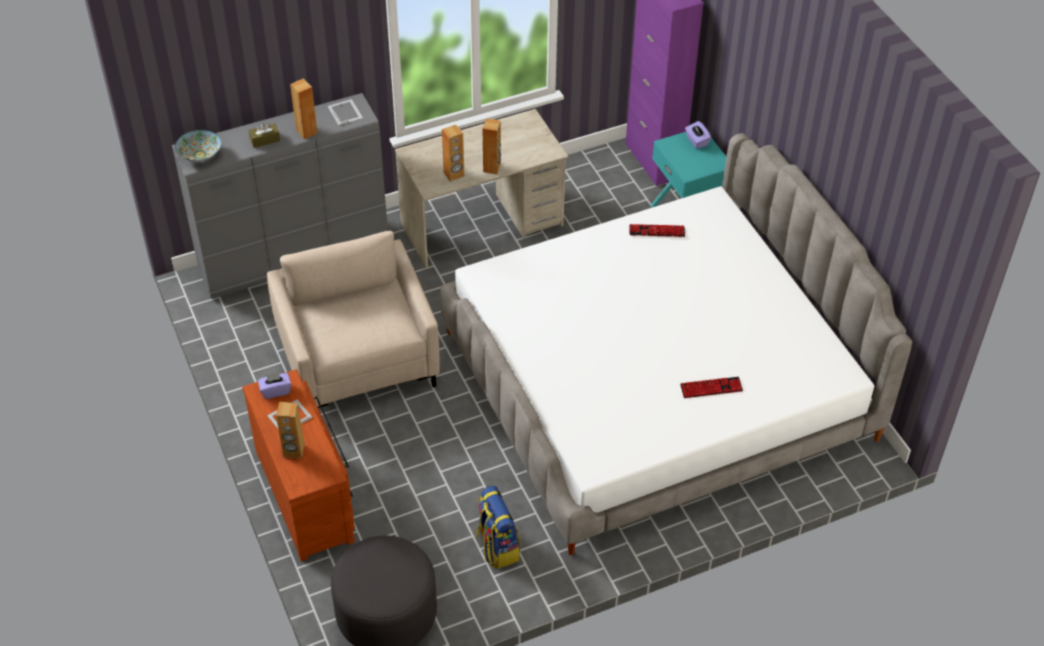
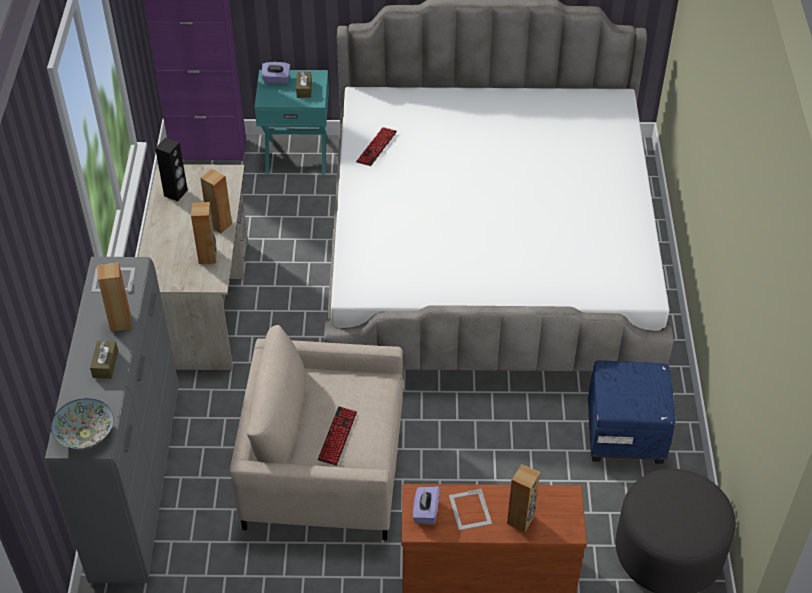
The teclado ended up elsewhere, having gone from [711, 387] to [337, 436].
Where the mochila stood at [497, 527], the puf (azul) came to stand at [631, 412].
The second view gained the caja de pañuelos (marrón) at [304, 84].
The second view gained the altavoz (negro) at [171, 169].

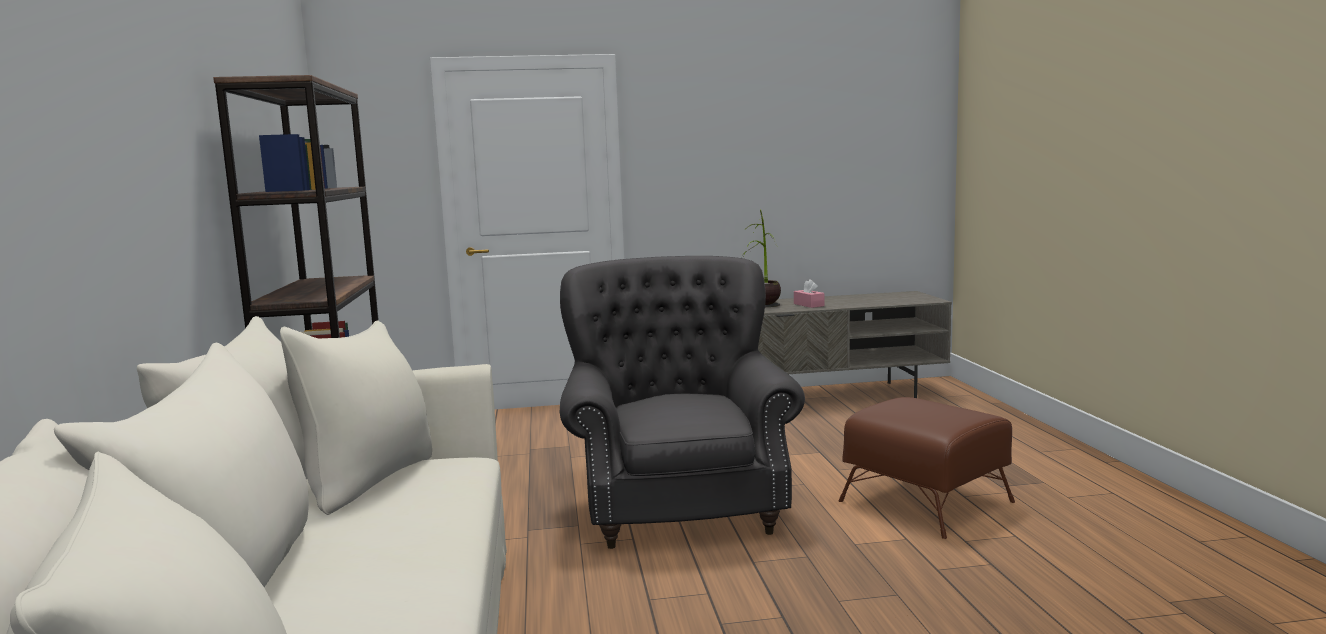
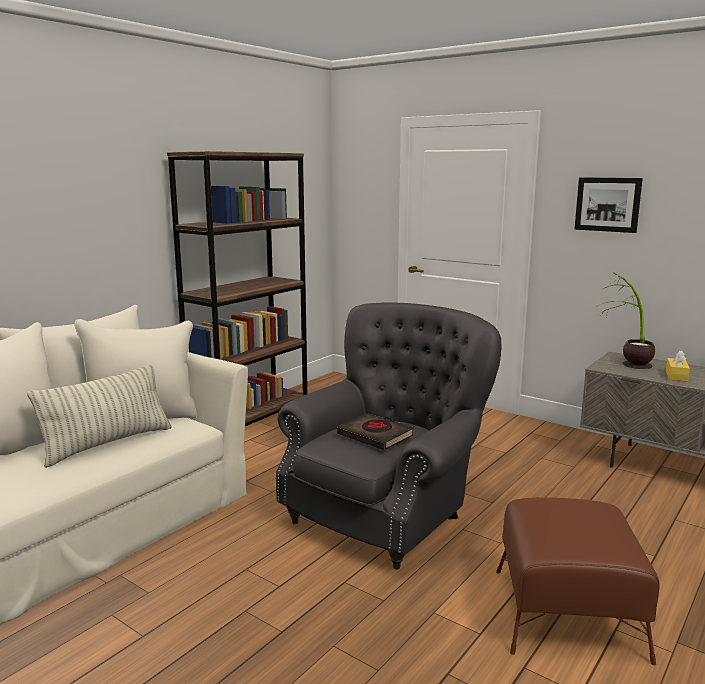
What was the caja de pañuelos (rosa) at [809, 293] turned into the caja de pañuelos (amarillo) at [678, 366].
The second view gained the cuadro at [608, 205].
The second view gained the cojín at [99, 416].
The second view gained the libro (negro) at [375, 431].

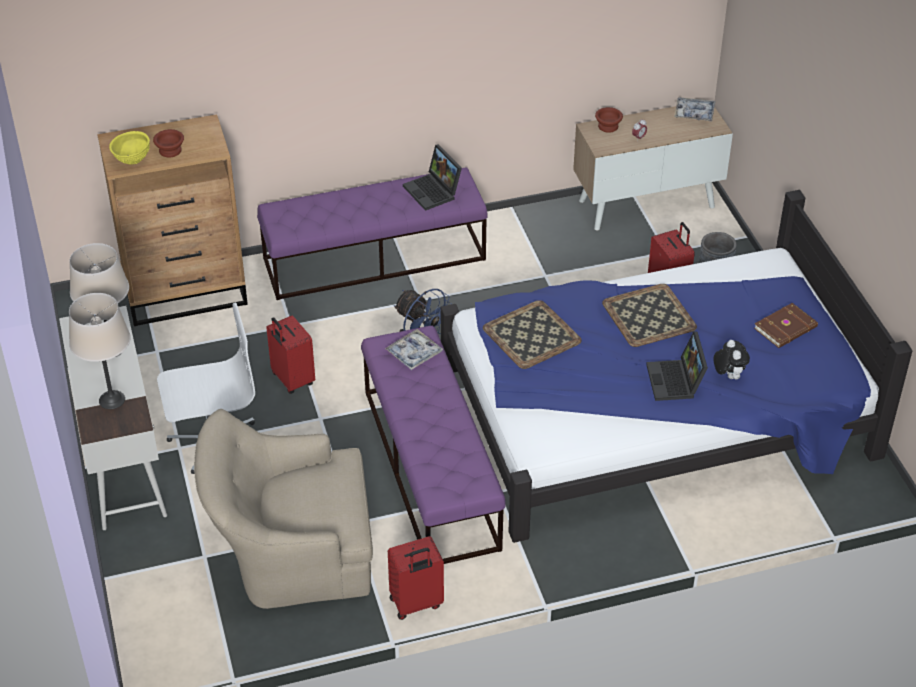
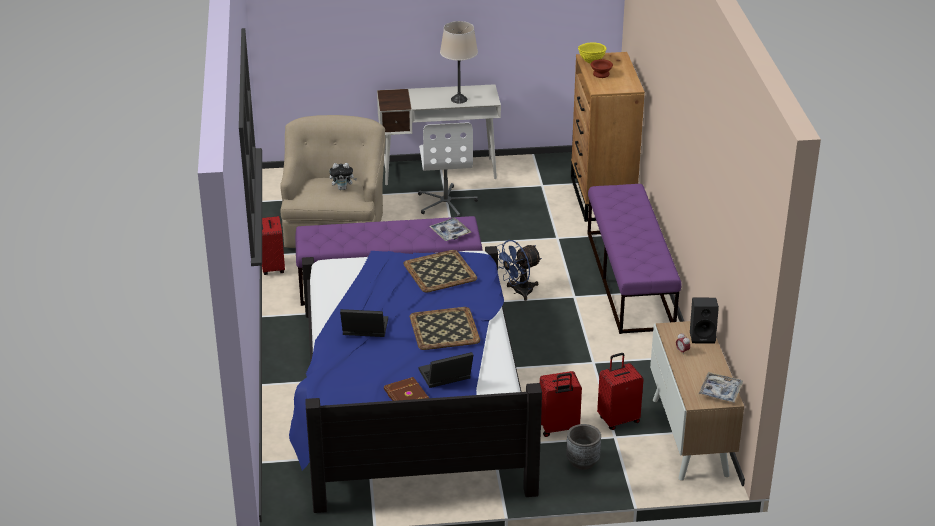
Where the cuenco (marrón) stood at [609, 120], the altavoz (negro) came to stand at [704, 321].
The portátil ended up elsewhere, having gone from [432, 177] to [445, 370].
The second view lost the lámpara de mesa (beis) at [100, 351].
The maleta (rojo) ended up elsewhere, having gone from [290, 354] to [620, 391].
The peluche ended up elsewhere, having gone from [732, 359] to [343, 176].

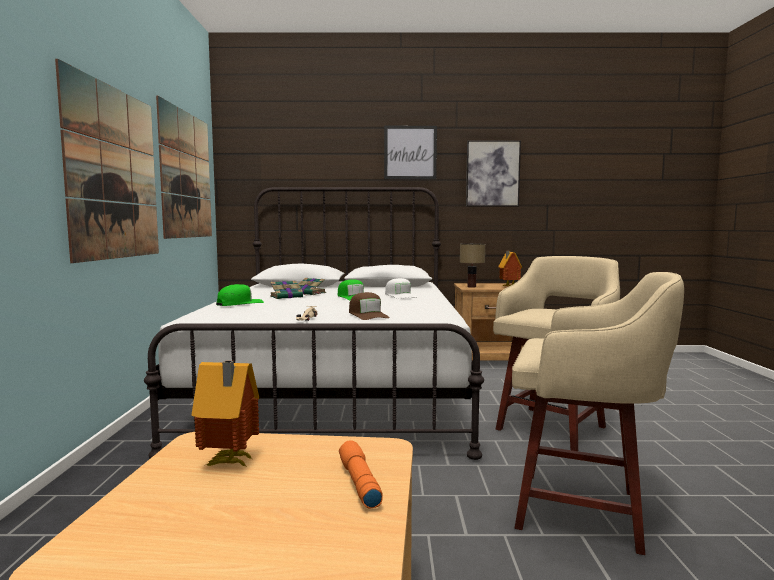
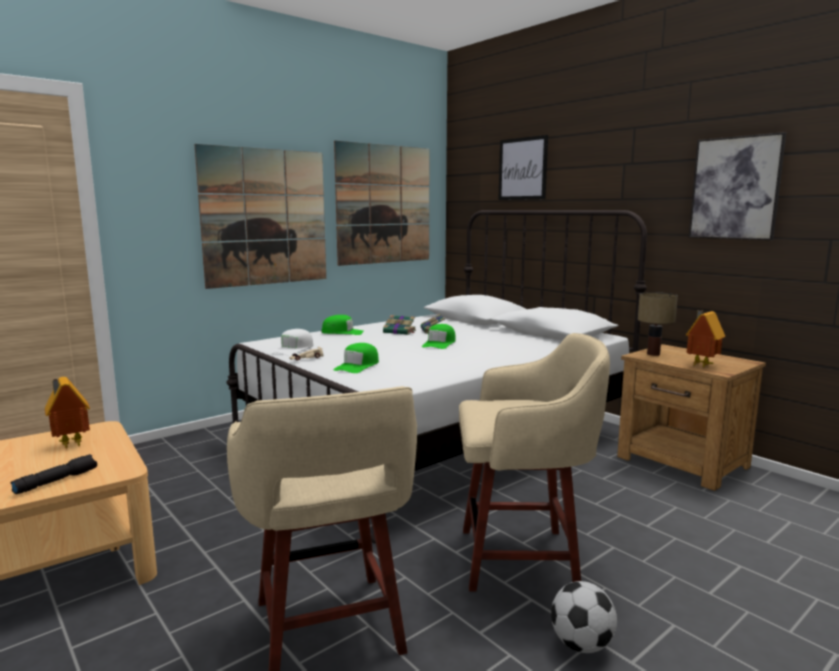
The cuadro ended up elsewhere, having gone from [410, 152] to [523, 167].
The gorra (blanco) ended up elsewhere, having gone from [401, 288] to [292, 342].
What was the gorra (marrón) at [369, 306] turned into the gorra (verde) at [356, 358].
What was the linterna (naranja) at [361, 474] turned into the linterna (negro) at [54, 474].
The second view gained the balón de fútbol at [584, 617].

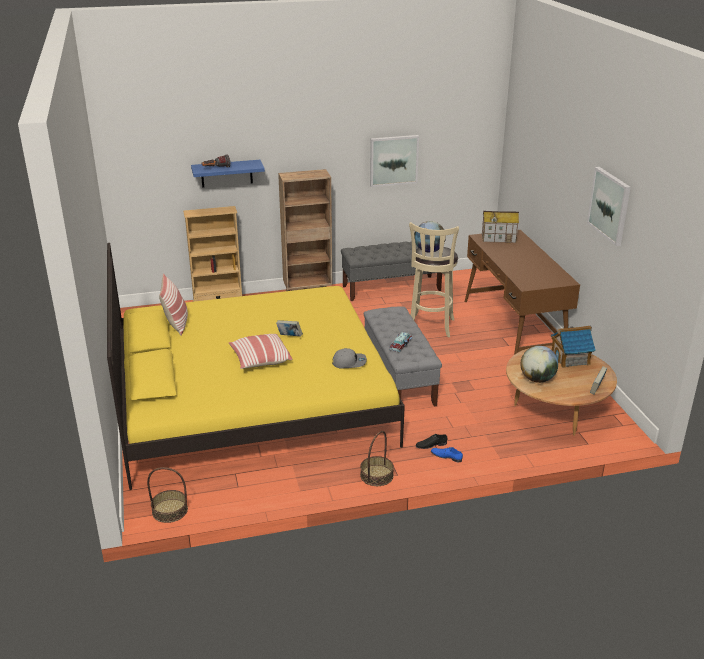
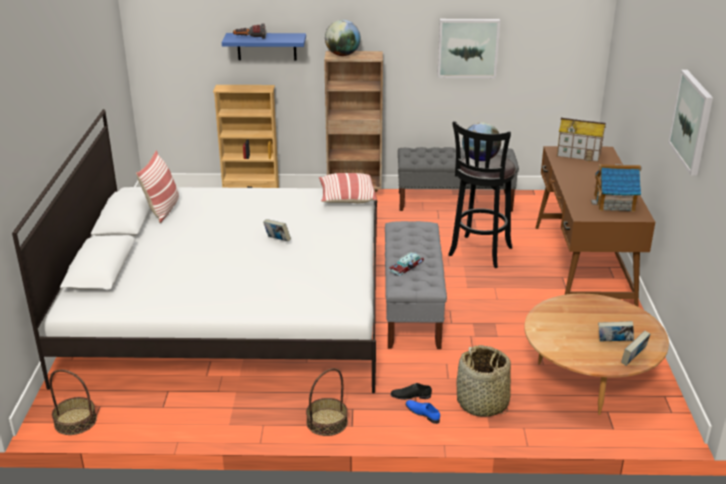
What was the taburete (beis) at [434, 279] turned into the taburete (negro) at [482, 194].
What was the cama (amarillo) at [256, 366] turned into the cama (blanco) at [194, 251].
The casita ended up elsewhere, having gone from [573, 347] to [616, 188].
The cojín ended up elsewhere, having gone from [261, 351] to [348, 188].
The globo terráqueo ended up elsewhere, having gone from [539, 364] to [342, 38].
The second view lost the gorra (gris) at [349, 358].
The second view gained the libro at [616, 331].
The second view gained the cesta at [484, 381].

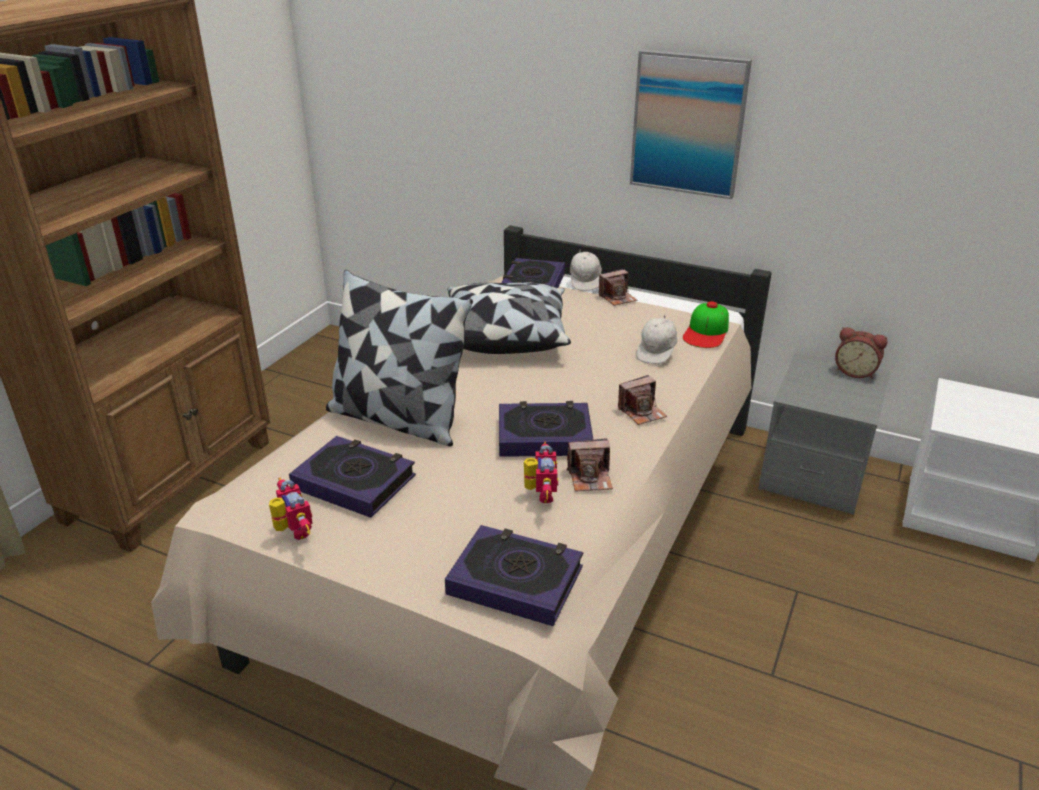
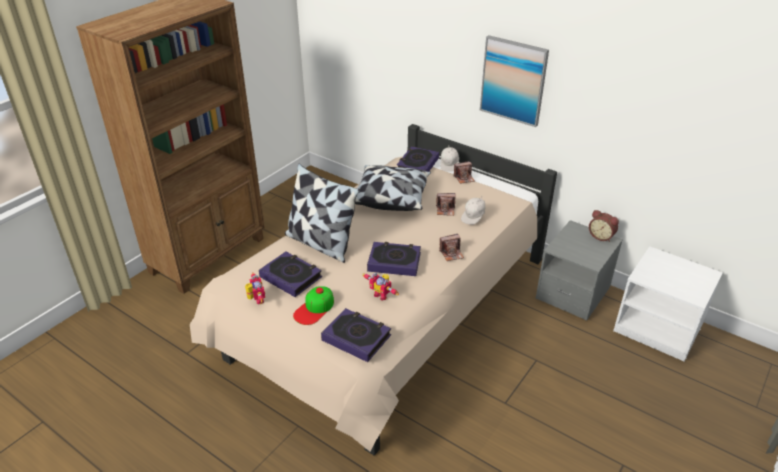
The gorra ended up elsewhere, having gone from [706, 324] to [313, 305].
The cámara ended up elsewhere, having gone from [589, 464] to [445, 204].
The robot de juguete at [541, 472] ended up facing another way, 120 degrees clockwise from before.

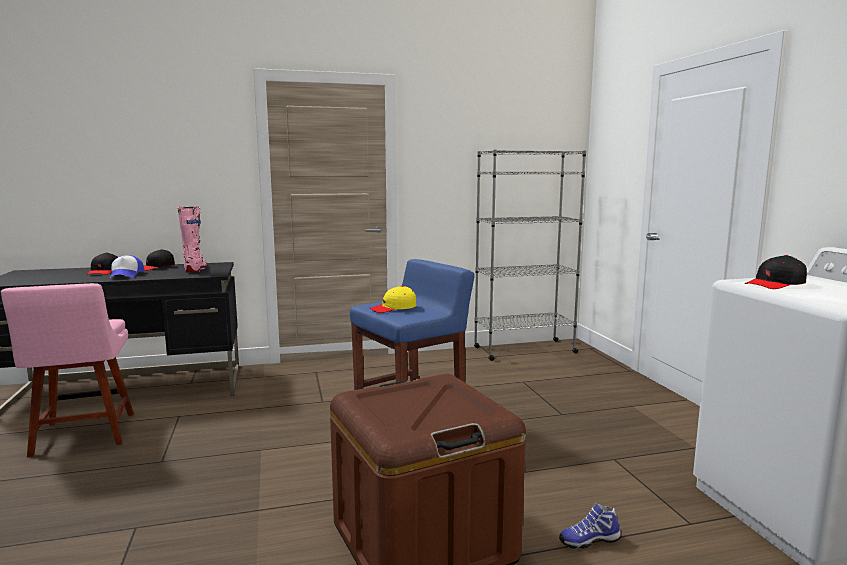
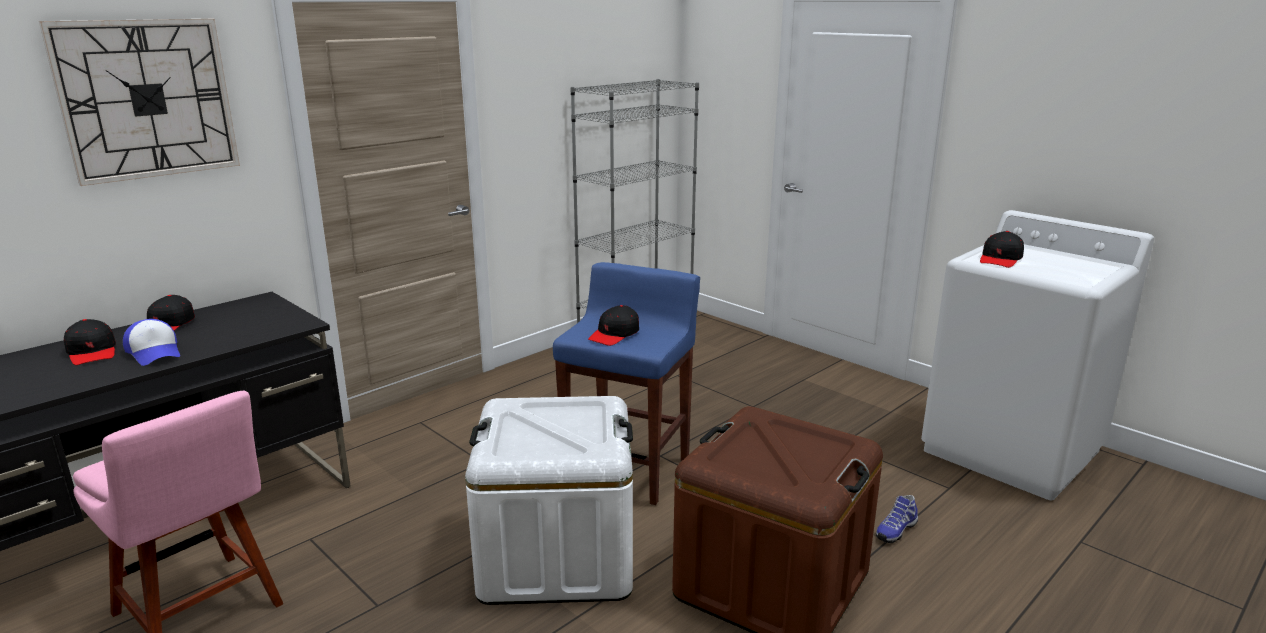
The second view lost the bota (rosa) at [192, 239].
What was the gorra (amarillo) at [393, 299] turned into the gorra (negro) at [613, 325].
The second view gained the reloj de pared at [139, 102].
The second view gained the caja de almacenaje (blanco) at [549, 500].

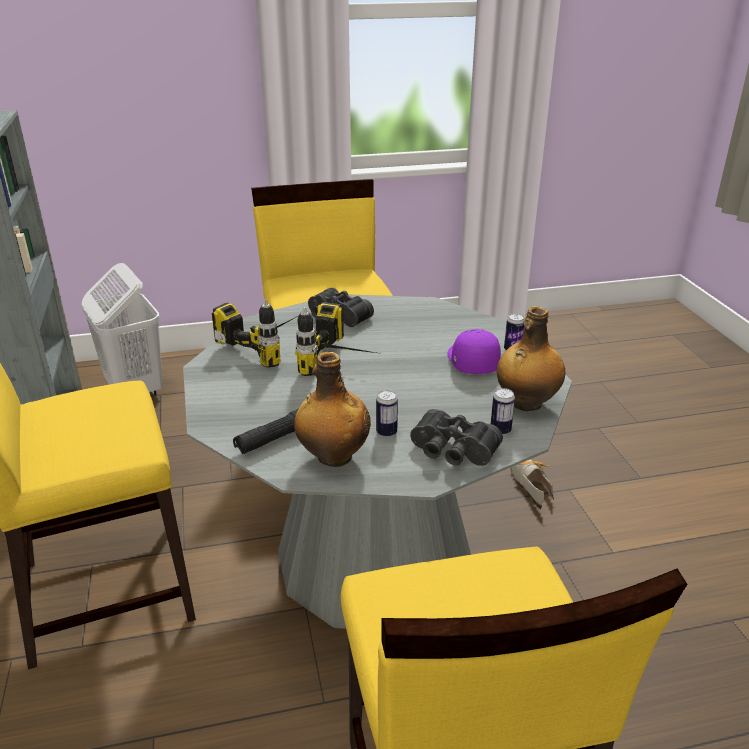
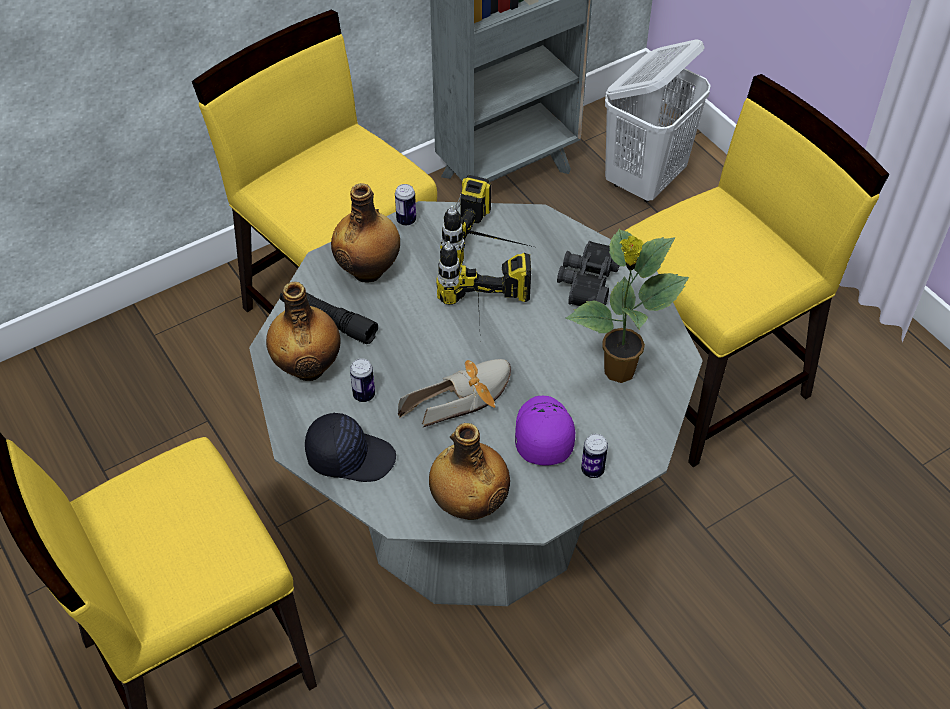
The gorra (morado) at [474, 351] ended up facing another way, 60 degrees counterclockwise from before.
The lata ended up elsewhere, having gone from [503, 411] to [405, 205].
Where the prismáticos (negro) stood at [456, 437], the gorra (negro) came to stand at [350, 447].
The zapato ended up elsewhere, having gone from [532, 484] to [454, 393].
The second view gained the botella at [365, 232].
The second view gained the planta en maceta at [627, 306].

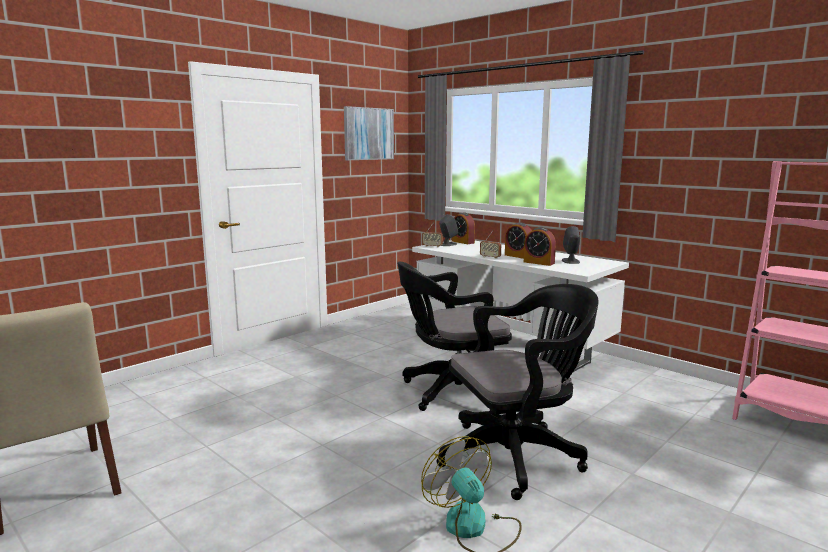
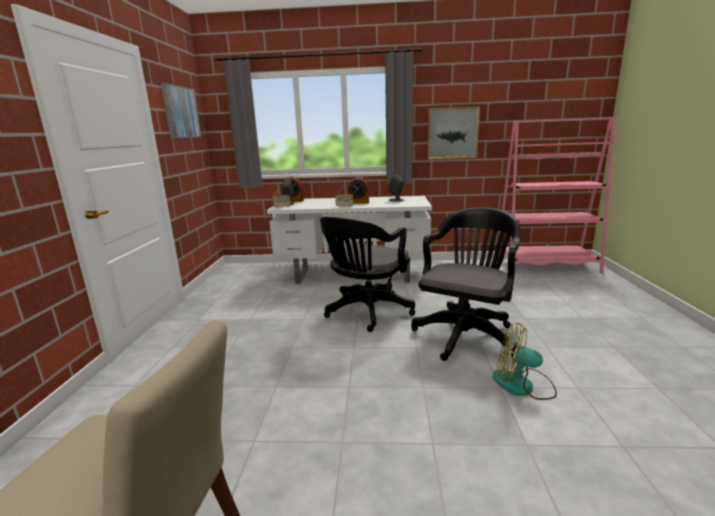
The second view lost the despertador at [540, 246].
The second view gained the cuadro at [454, 133].

